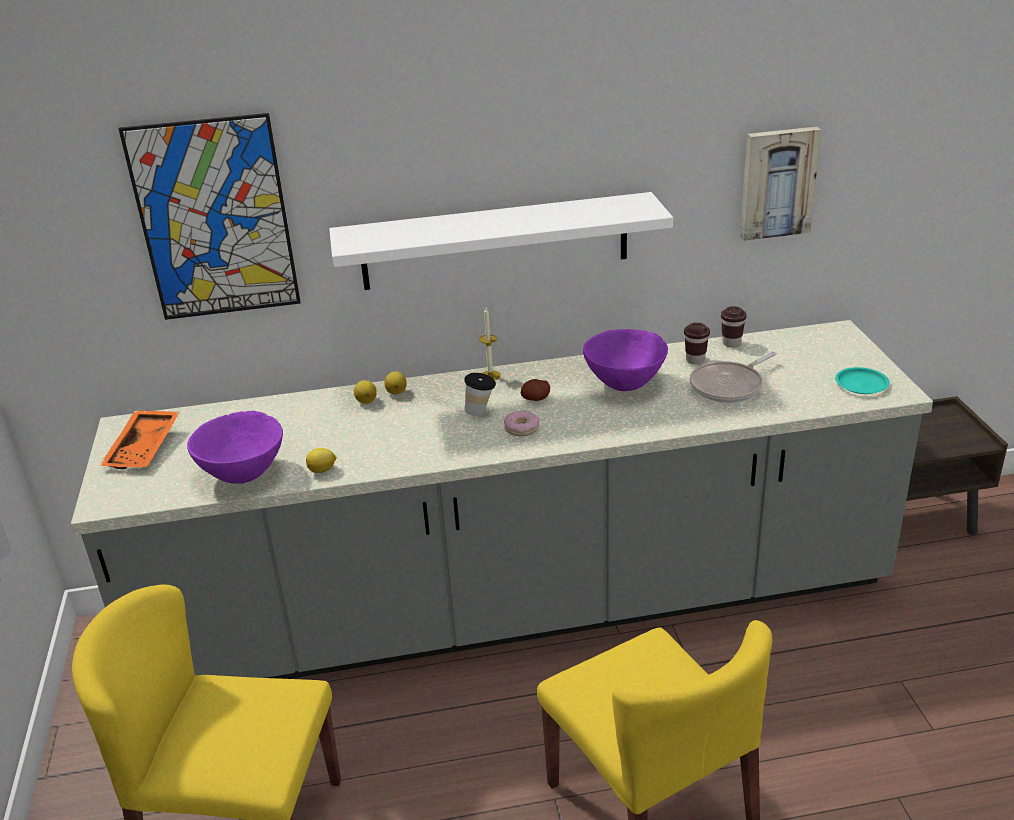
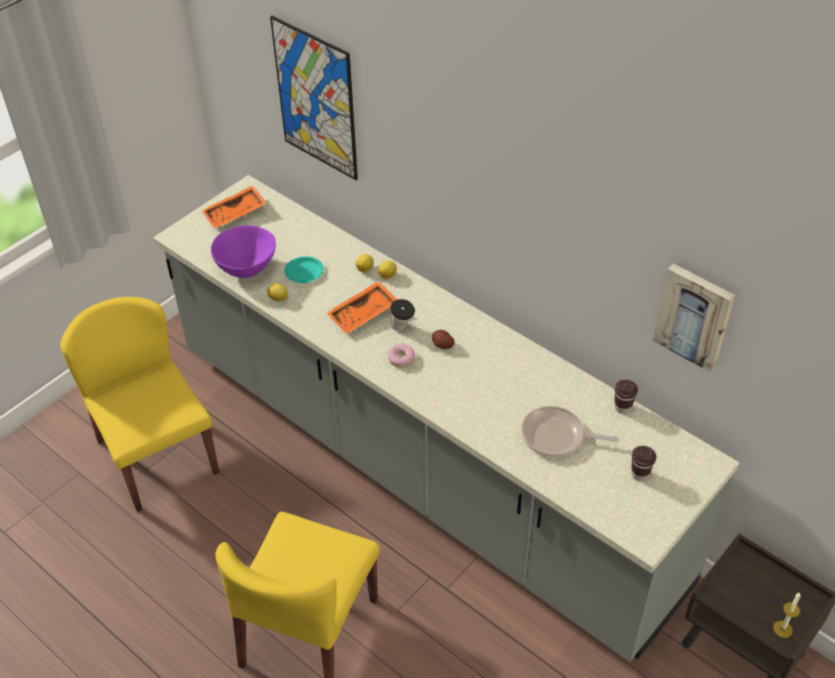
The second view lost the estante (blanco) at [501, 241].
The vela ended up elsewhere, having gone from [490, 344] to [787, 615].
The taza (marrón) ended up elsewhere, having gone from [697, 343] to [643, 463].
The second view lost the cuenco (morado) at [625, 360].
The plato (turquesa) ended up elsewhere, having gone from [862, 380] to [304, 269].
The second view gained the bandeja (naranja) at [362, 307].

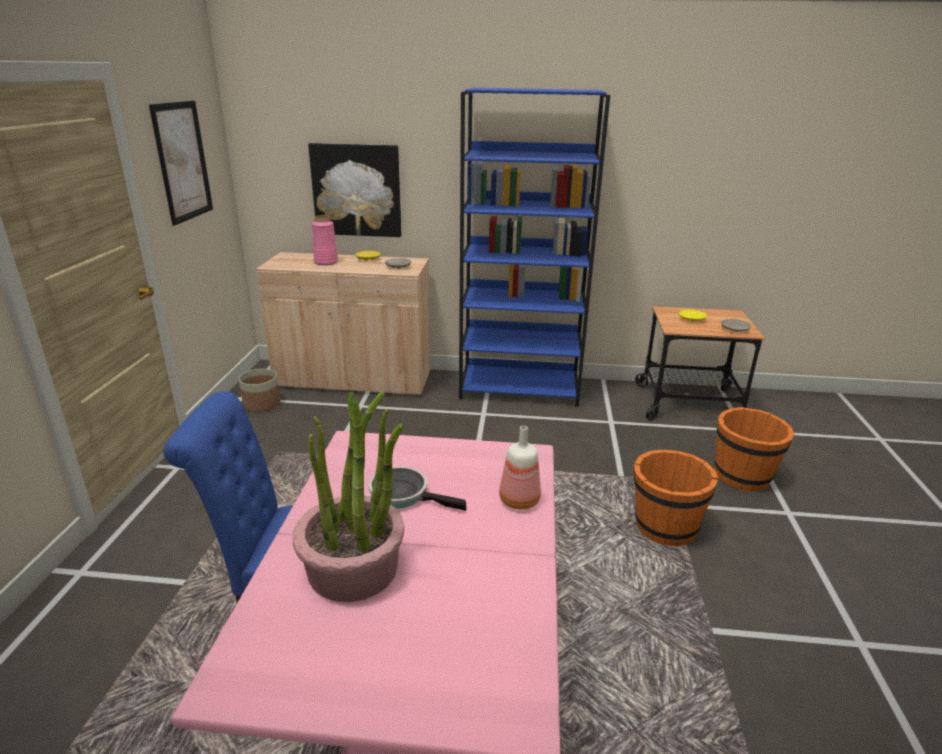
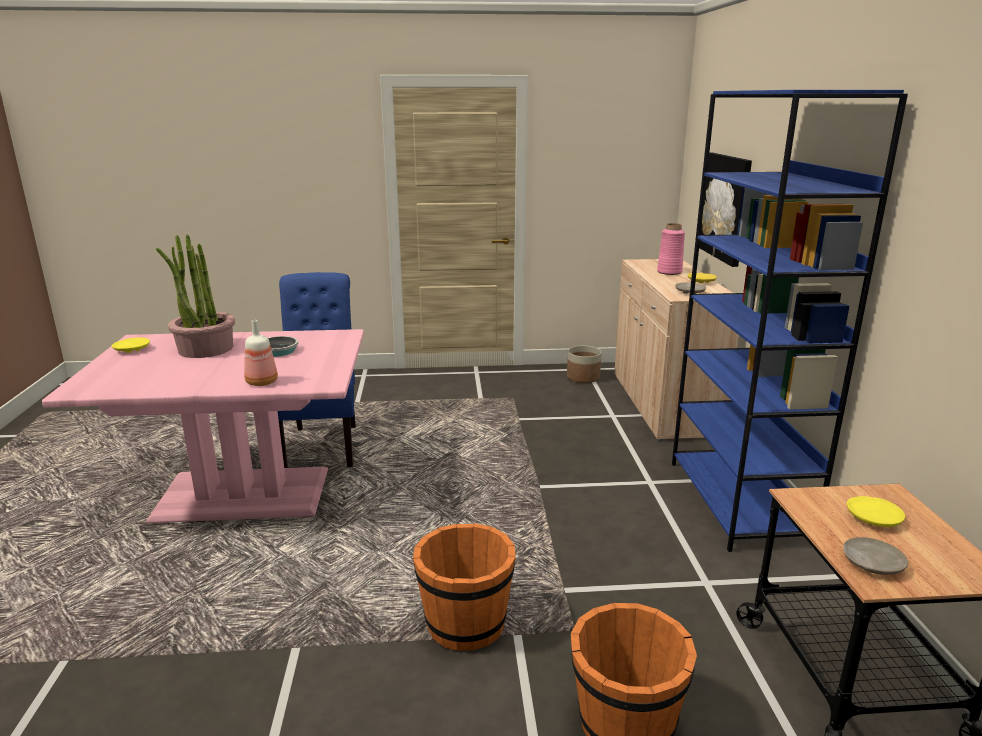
The second view lost the cuadro at [181, 163].
The second view gained the plato (amarillo) at [131, 345].

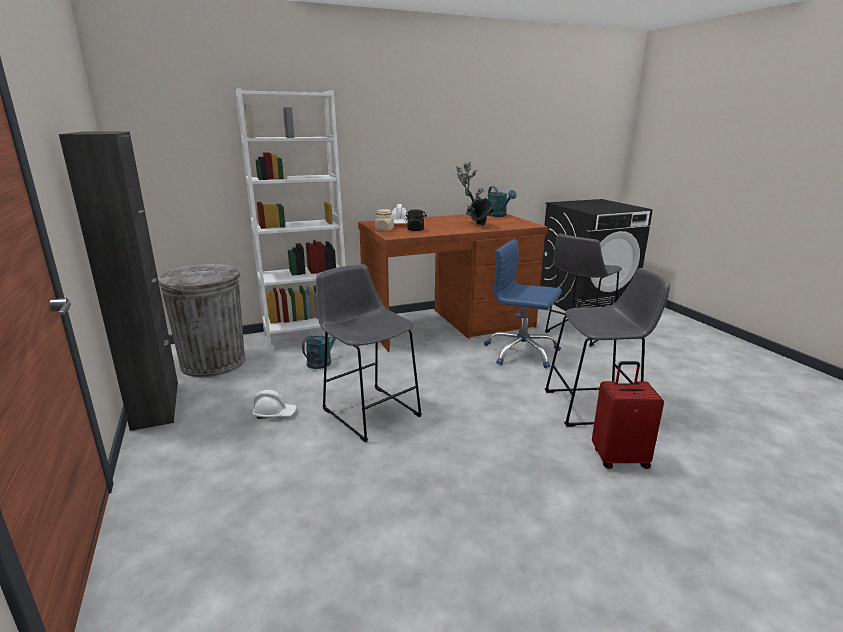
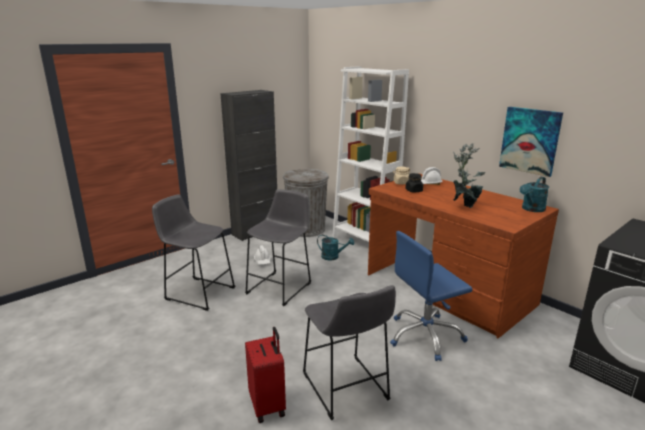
The taburete (gris) ended up elsewhere, having gone from [583, 290] to [193, 252].
The silla de oficina (azul) at [523, 303] ended up facing another way, 120 degrees counterclockwise from before.
The second view gained the cuadro at [531, 142].

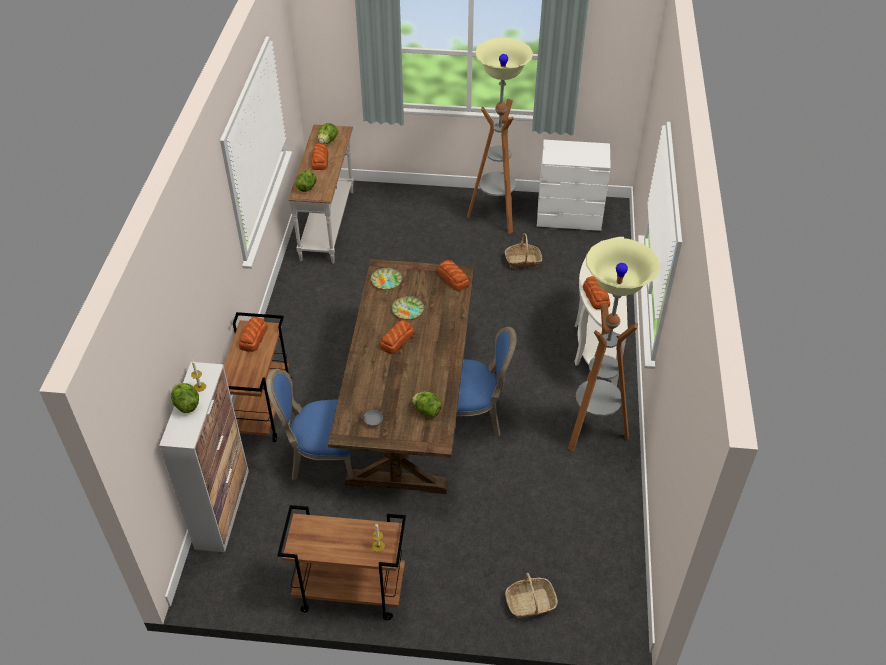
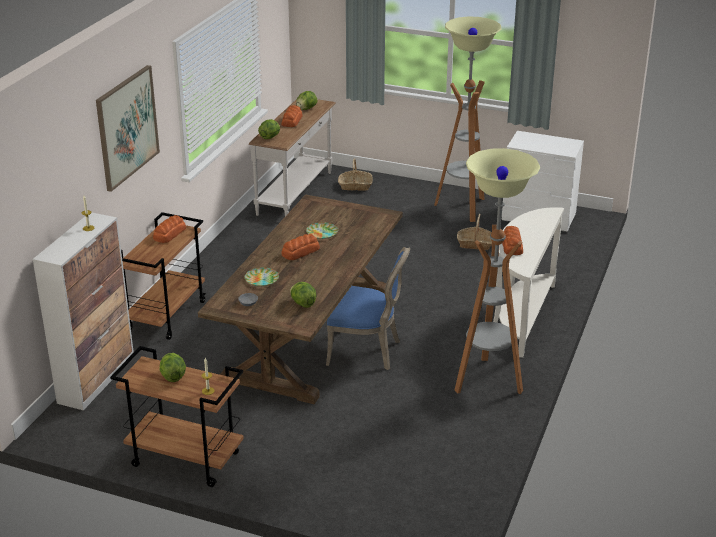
The second view lost the pan at [453, 275].
The plato ended up elsewhere, having gone from [386, 279] to [261, 276].
The second view lost the silla (azul) at [309, 424].
The lechuga ended up elsewhere, having gone from [185, 398] to [173, 367].
The cesta ended up elsewhere, having gone from [531, 595] to [355, 174].
The second view gained the cuadro at [128, 128].

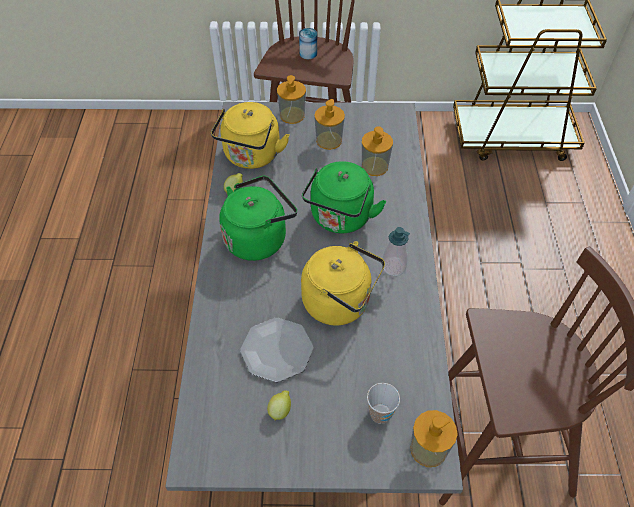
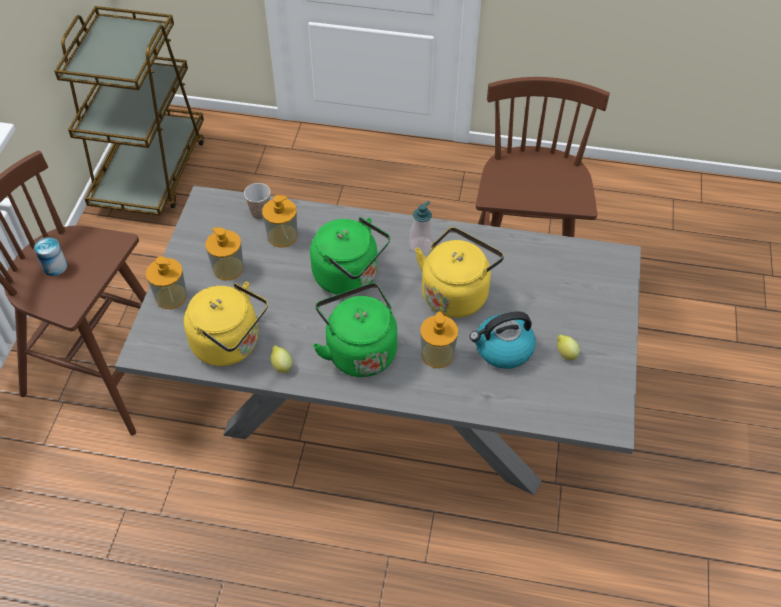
Where the plato stood at [276, 350], the hervidor came to stand at [503, 340].
The taza ended up elsewhere, having gone from [383, 403] to [257, 201].
The dispensador de jabón ended up elsewhere, having gone from [434, 438] to [439, 339].

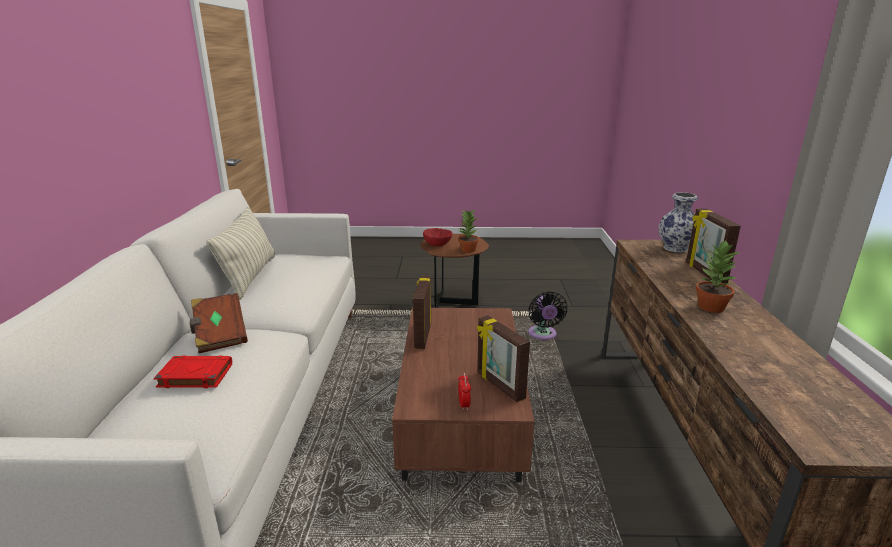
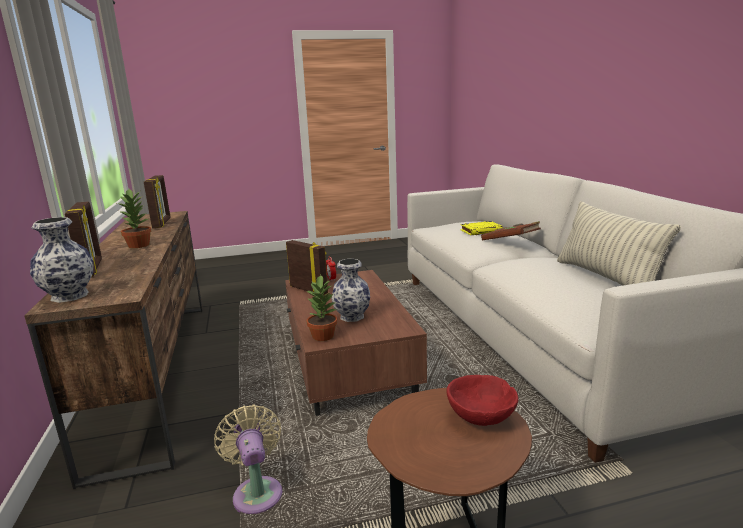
The planta en maceta ended up elsewhere, having gone from [468, 231] to [321, 308].
The portarretratos ended up elsewhere, having gone from [422, 312] to [157, 201].
What was the ventilador (negro) at [547, 315] turned into the ventilador (beis) at [248, 459].
What was the libro (rojo) at [193, 371] turned into the libro (amarillo) at [481, 228].
The second view gained the florero at [351, 290].

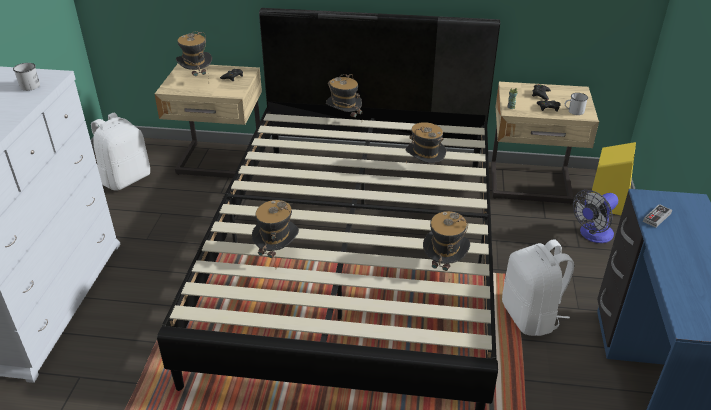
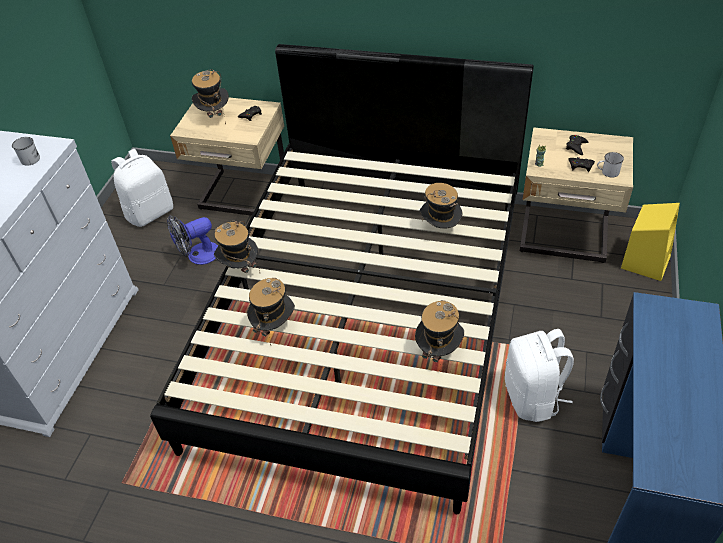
The sombrero ended up elsewhere, having gone from [344, 95] to [237, 247].
The ventilador ended up elsewhere, having gone from [595, 216] to [192, 240].
The second view lost the mando de consola at [657, 216].

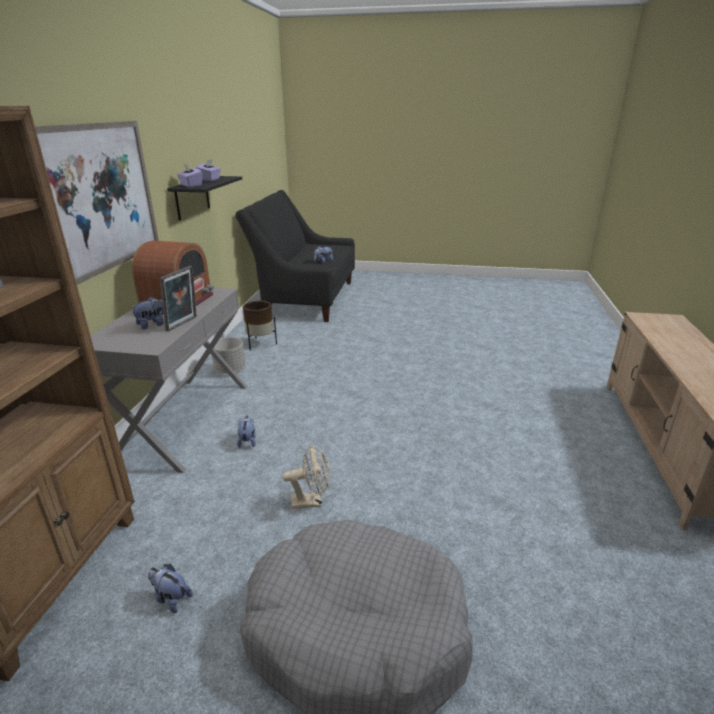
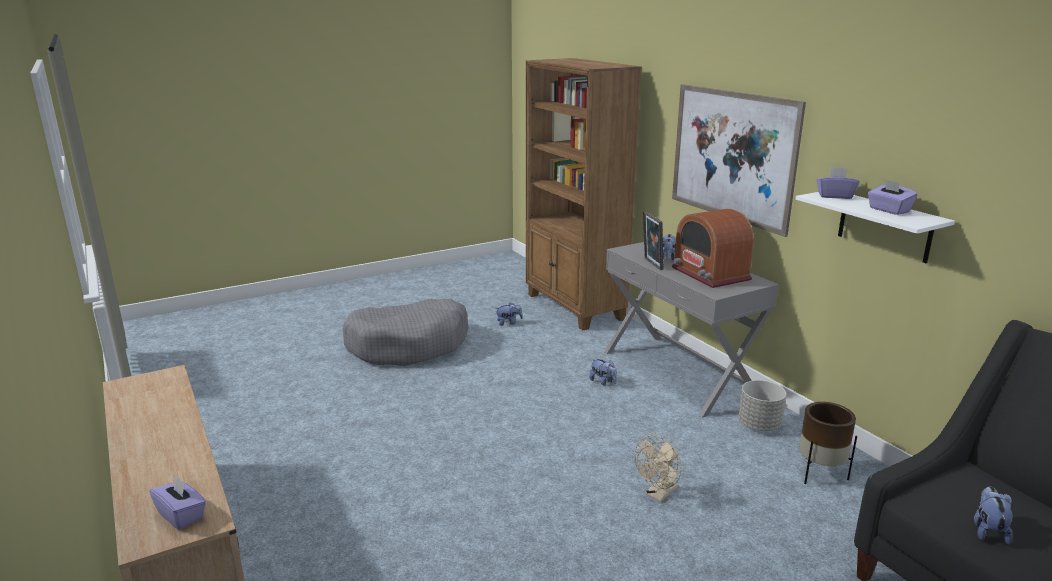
What was the estante (negro) at [204, 198] turned into the estante (blanco) at [875, 227].
The ventilador (beis) ended up elsewhere, having gone from [306, 477] to [658, 468].
The second view gained the caja de pañuelos (morado) at [177, 503].

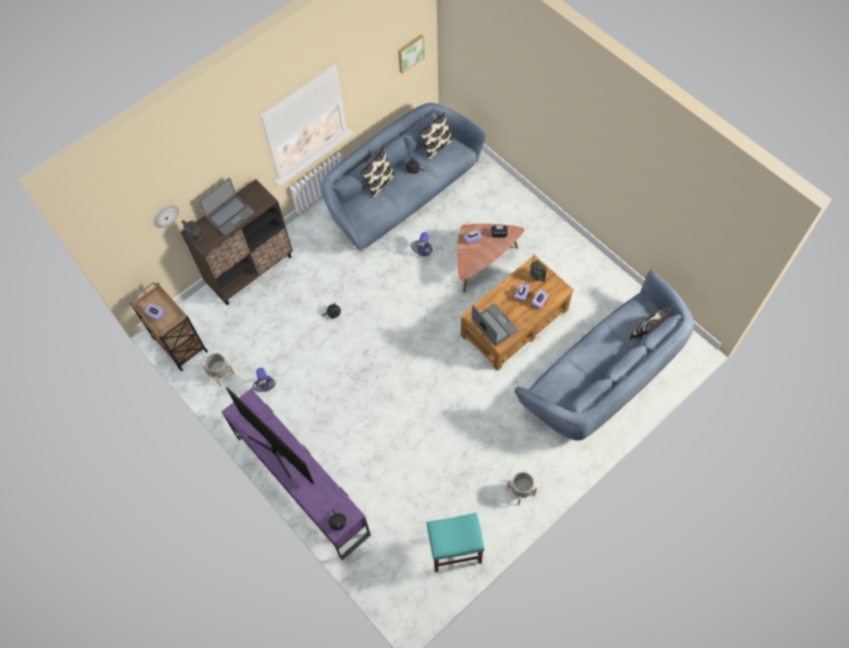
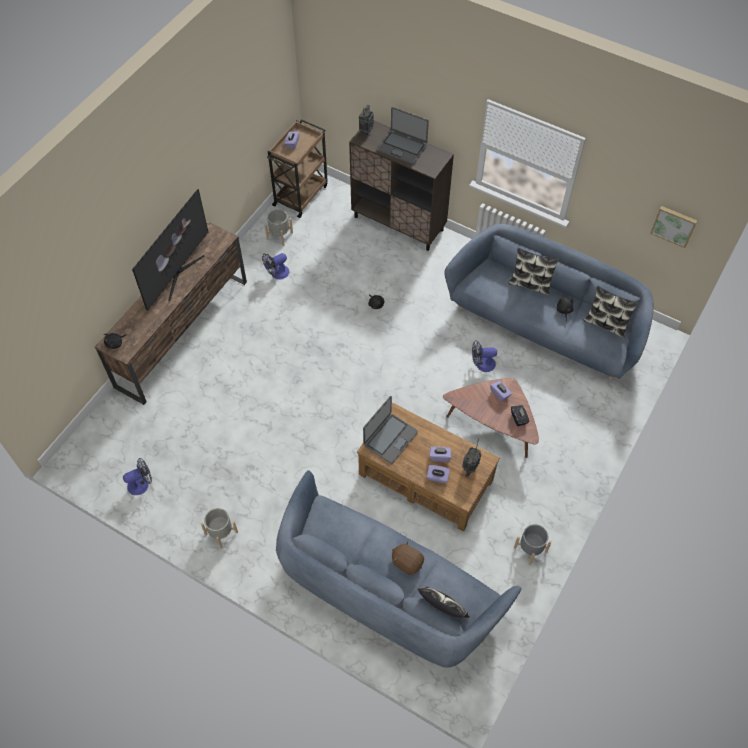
The second view lost the reloj de pared at [166, 216].
What was the mueble de televisión (morado) at [296, 475] turned into the mueble de televisión (marrón) at [171, 313].
Where the taburete (turquesa) stood at [455, 542], the ventilador came to stand at [137, 476].
The second view gained the maceta (gris) at [533, 544].
The second view gained the peluche (marrón) at [408, 558].

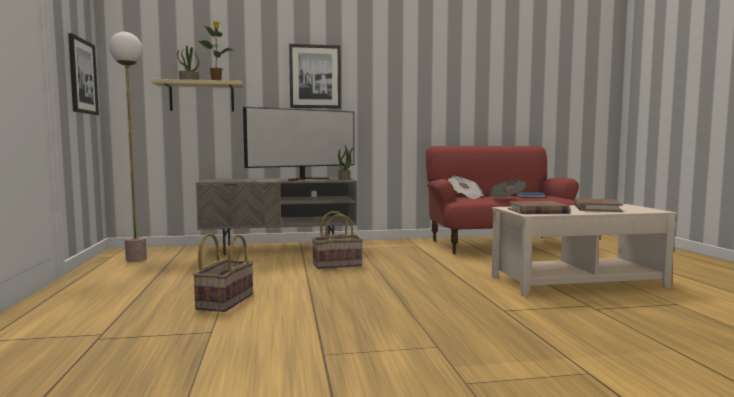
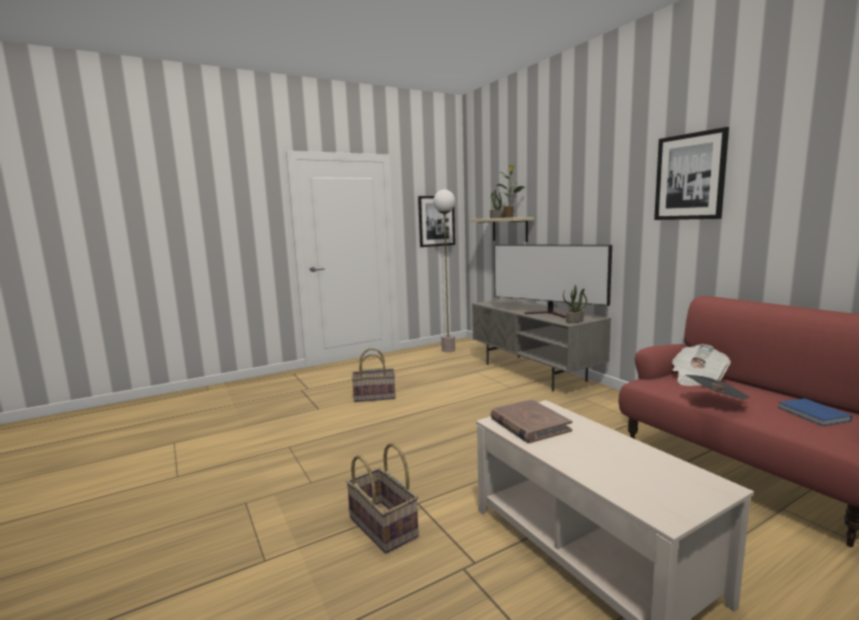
The cuadro ended up elsewhere, having gone from [315, 76] to [691, 173].
The second view lost the libro (marrón) at [598, 205].
The cesta ended up elsewhere, having gone from [337, 240] to [382, 498].

